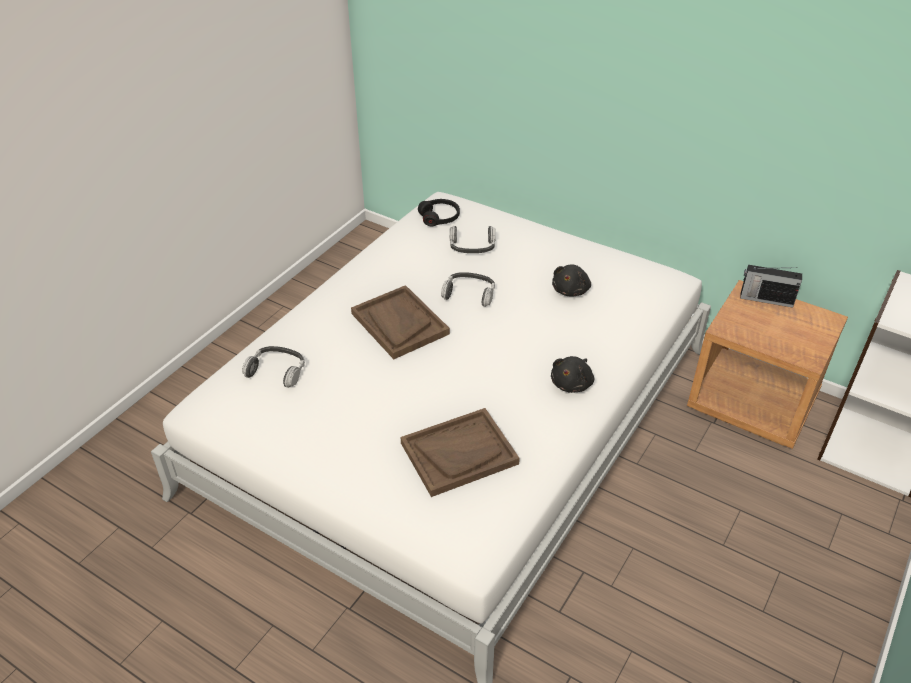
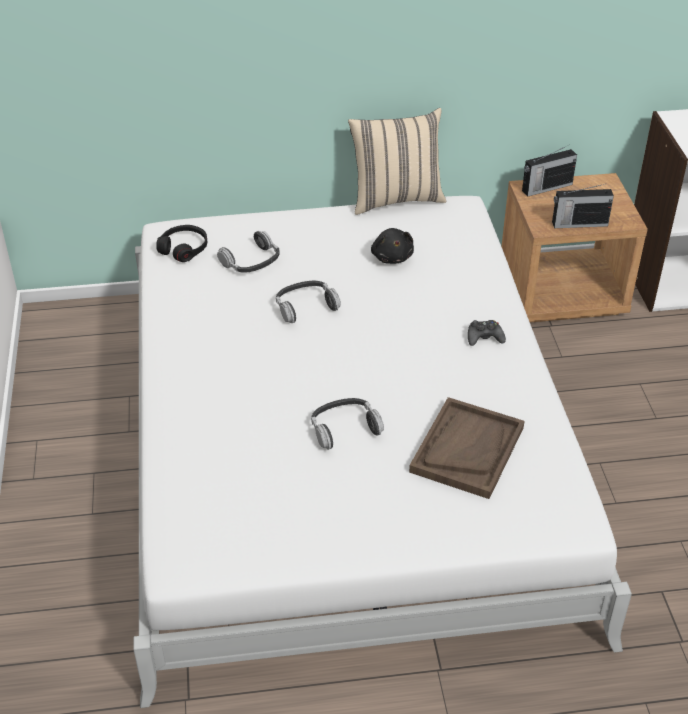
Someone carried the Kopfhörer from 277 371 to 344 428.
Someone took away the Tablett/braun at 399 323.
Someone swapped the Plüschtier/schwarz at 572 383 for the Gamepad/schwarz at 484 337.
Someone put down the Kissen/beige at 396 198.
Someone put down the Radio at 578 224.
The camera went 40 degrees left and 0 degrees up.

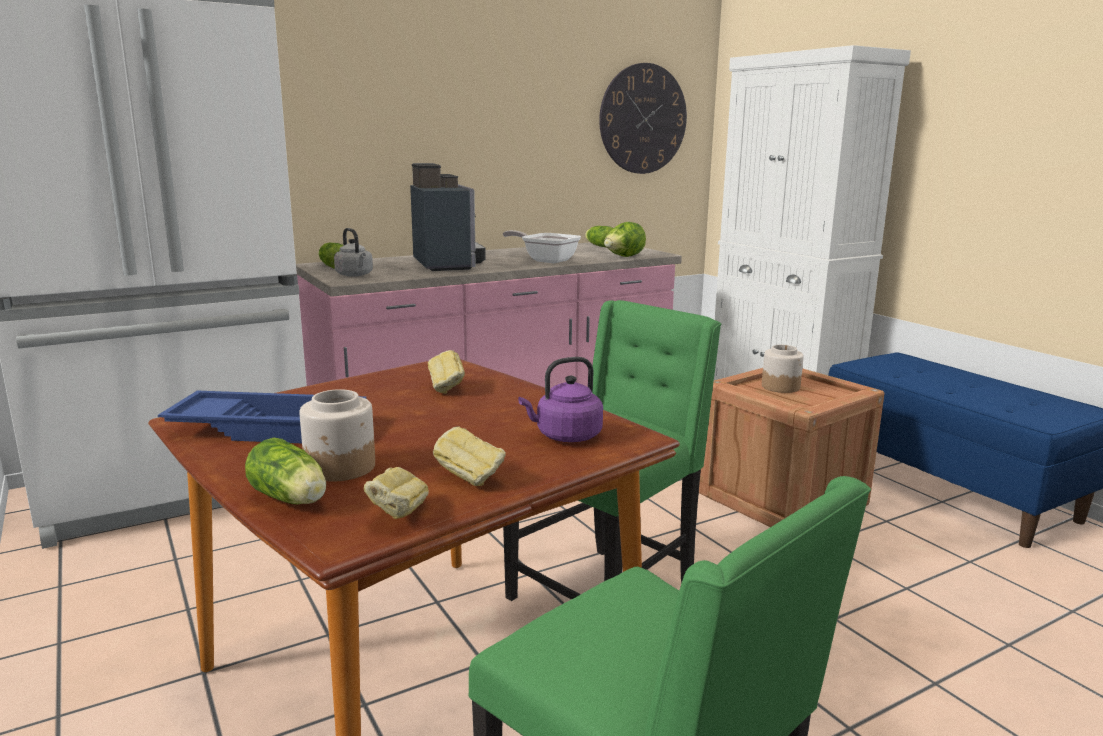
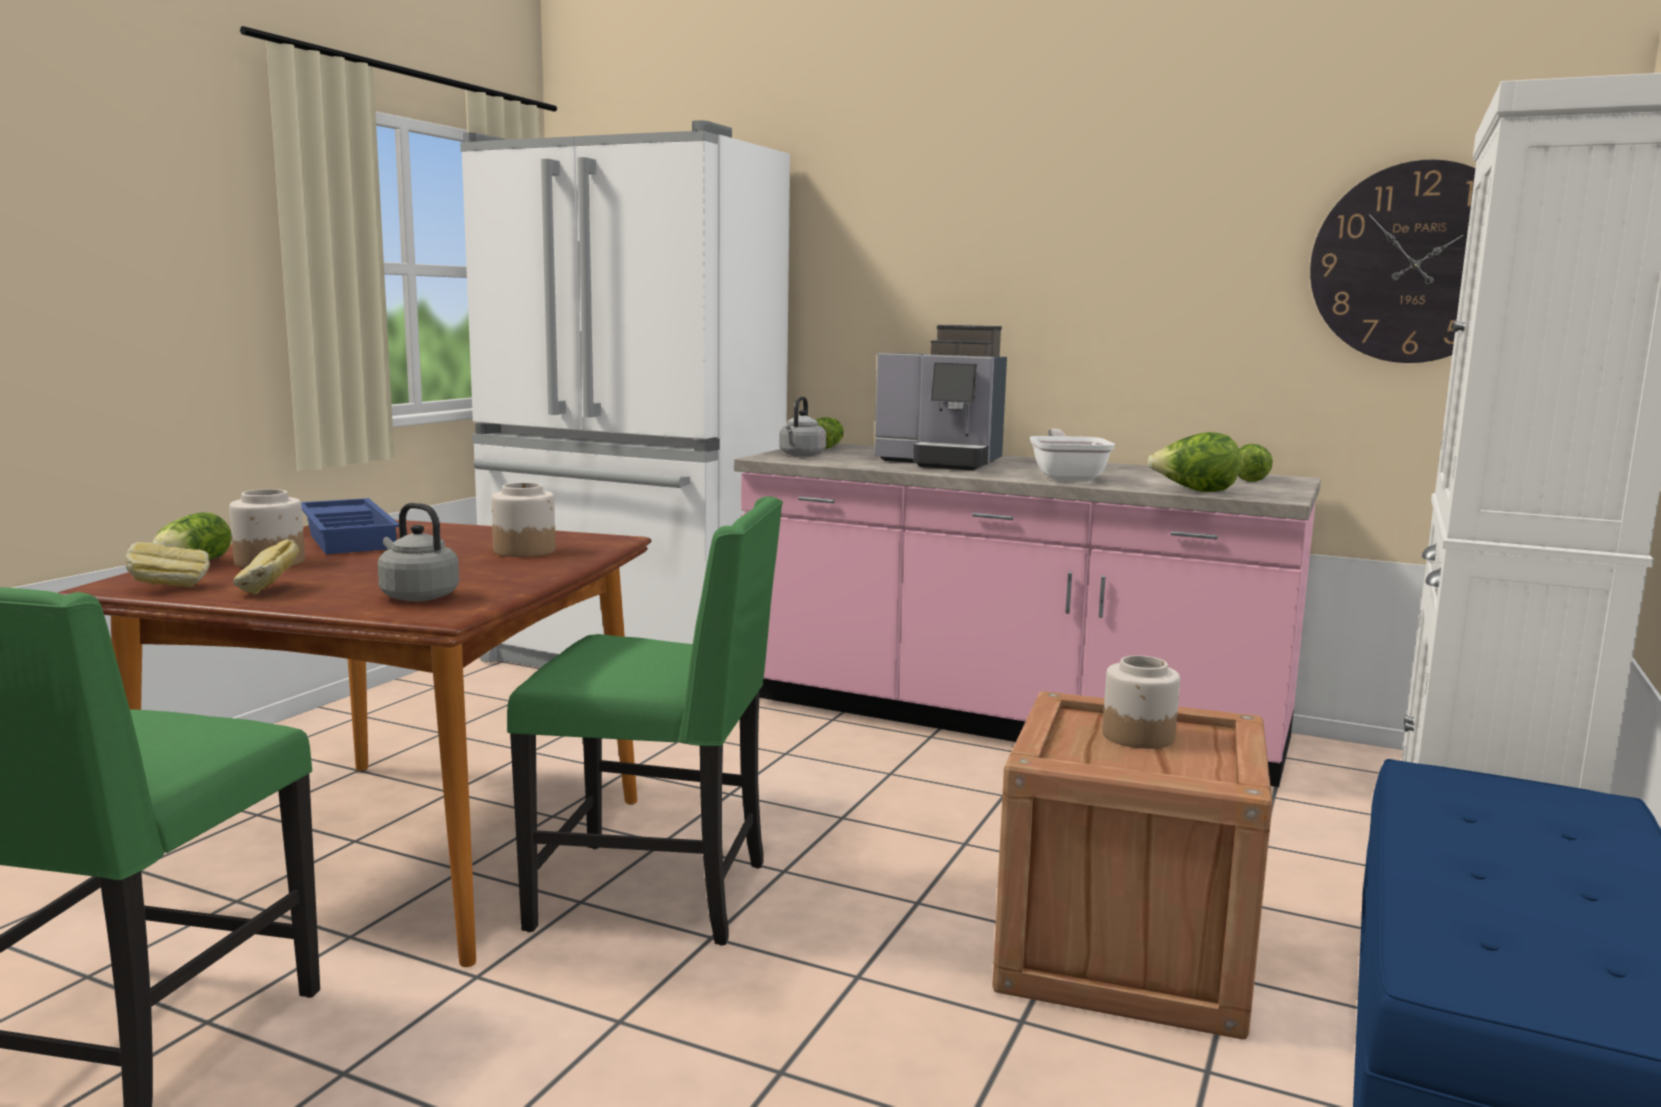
Someone rotated the Kaffeemaschine at 448 263 by 75 degrees clockwise.
Someone swapped the Brot at 446 389 for the Vorratsglas at 524 551.
Someone repainted the Wasserkessel/lila at 565 436, which became the Wasserkessel/grau at 417 596.
The camera went 55 degrees right and 5 degrees down.

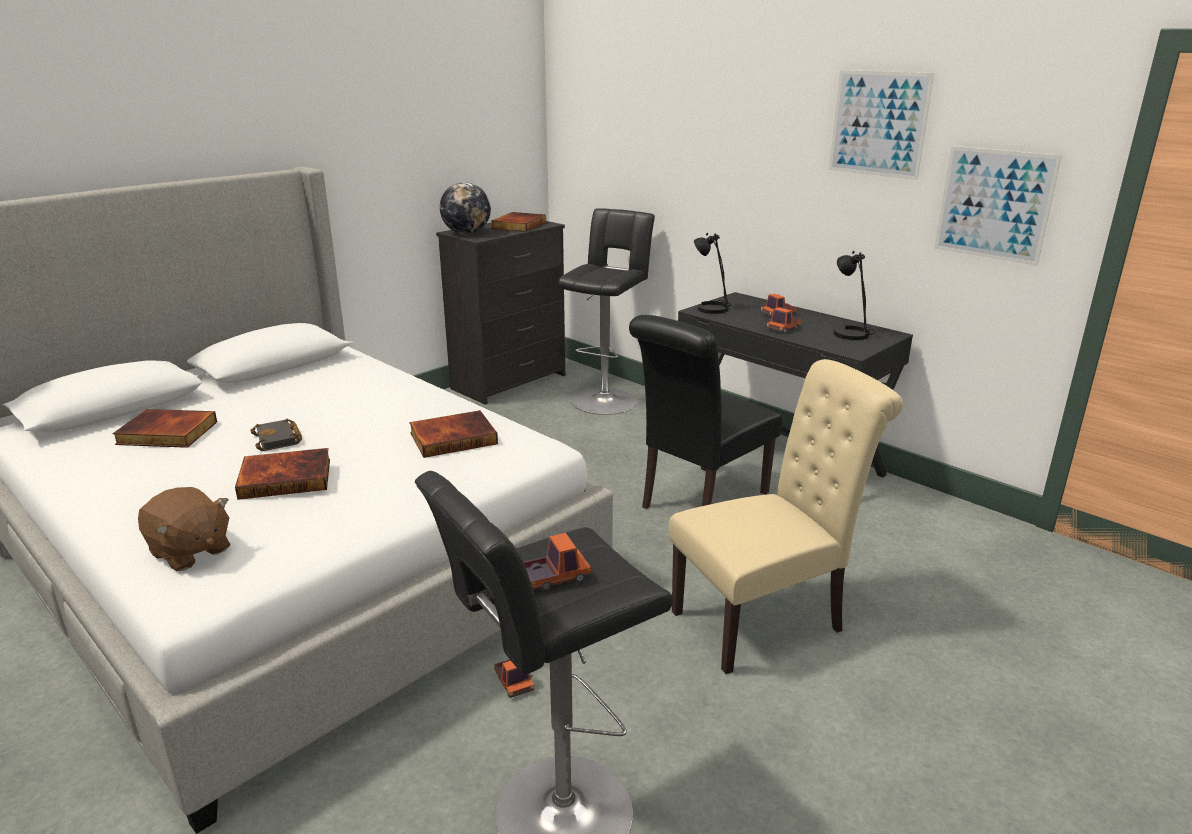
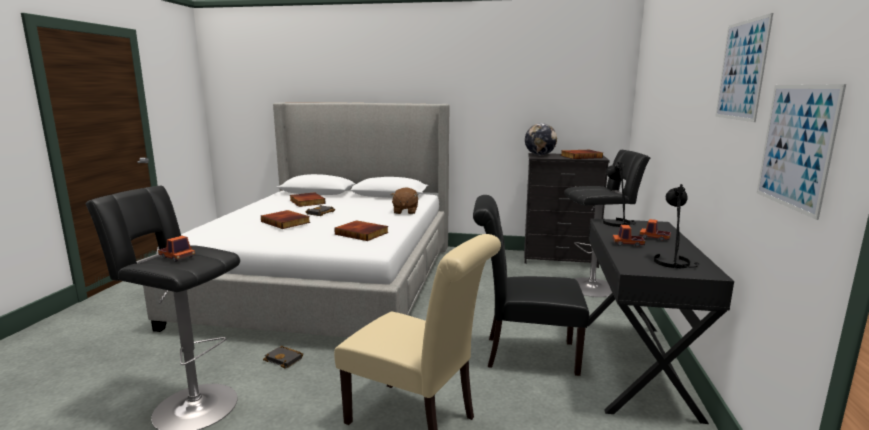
Someone carried the Plüschtier/braun from 190 552 to 405 211.
Someone swapped the Spielzeuglaster at 514 682 for the Buch/schwarz at 285 359.
The camera went 55 degrees right and 10 degrees down.

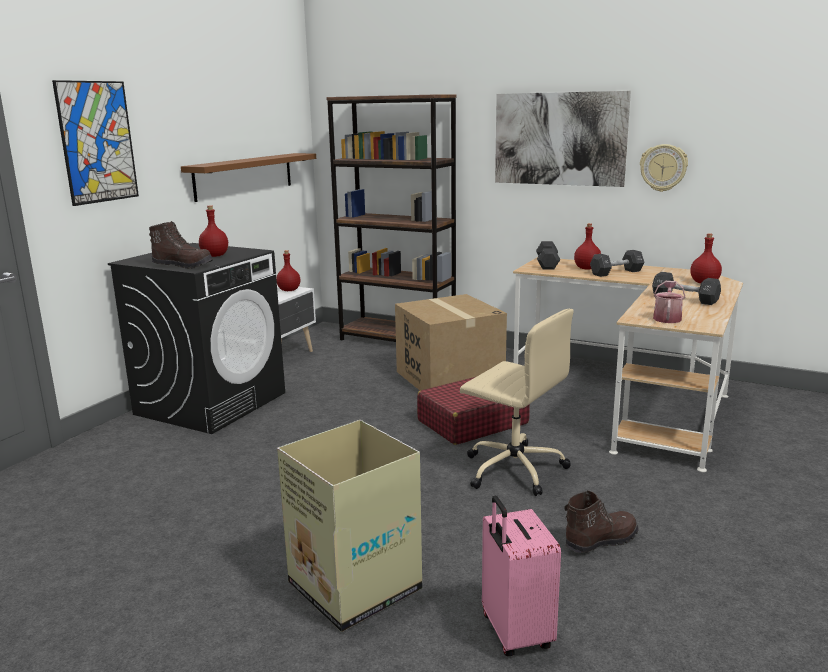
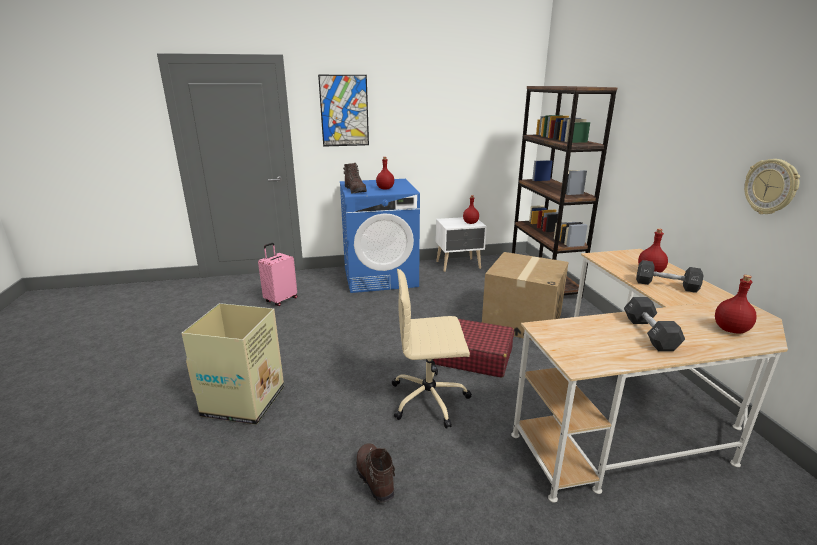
Someone repainted the Waschmaschine/schwarz at 211 403, which became the Waschmaschine/blau at 380 277.
Someone took away the Wandregal/braun at 244 176.
Someone rotated the Bürostuhl/beige at 513 469 by 90 degrees clockwise.
Someone carried the Koffer/rosa from 514 633 to 280 300.
Someone took away the Bild at 559 139.
Someone took away the Hantel/schwarz at 547 264.
Someone rotated the Stiefel/braun at 600 541 by 135 degrees counterclockwise.
Someone took away the Gießkanne at 667 318.
The camera went 50 degrees right and 5 degrees up.

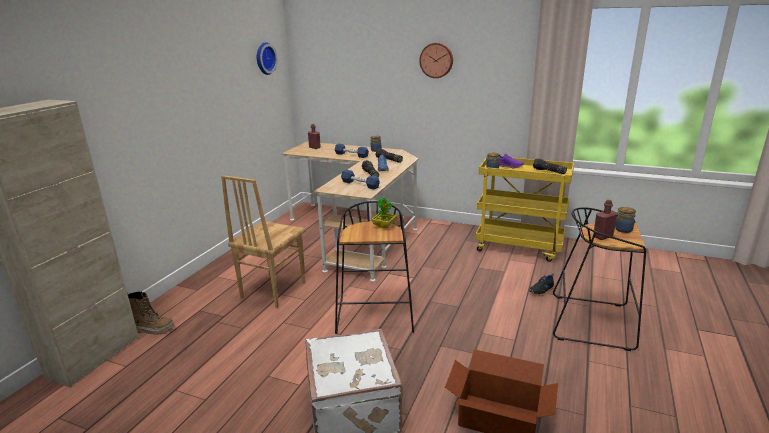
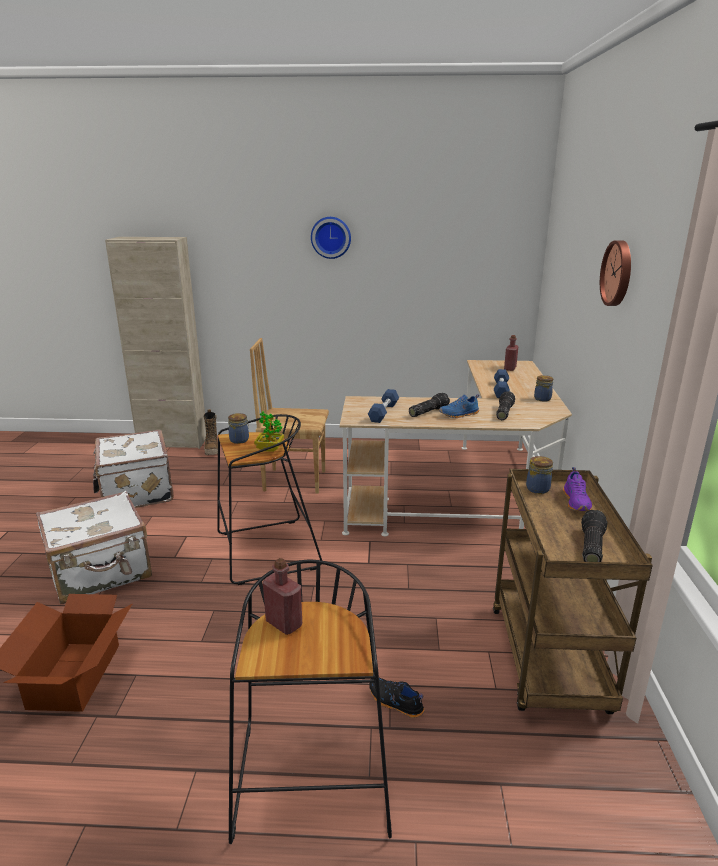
Someone carried the Wanduhr from 264 58 to 331 237.
Someone repainted the Rollwagen/gelb at 519 247, which became the Rollwagen/braun at 550 662.
Someone carried the Vorratsglas from 622 229 to 240 440.
Someone put down the Koffer/weiß at 135 492.
The camera went 70 degrees right and 0 degrees up.

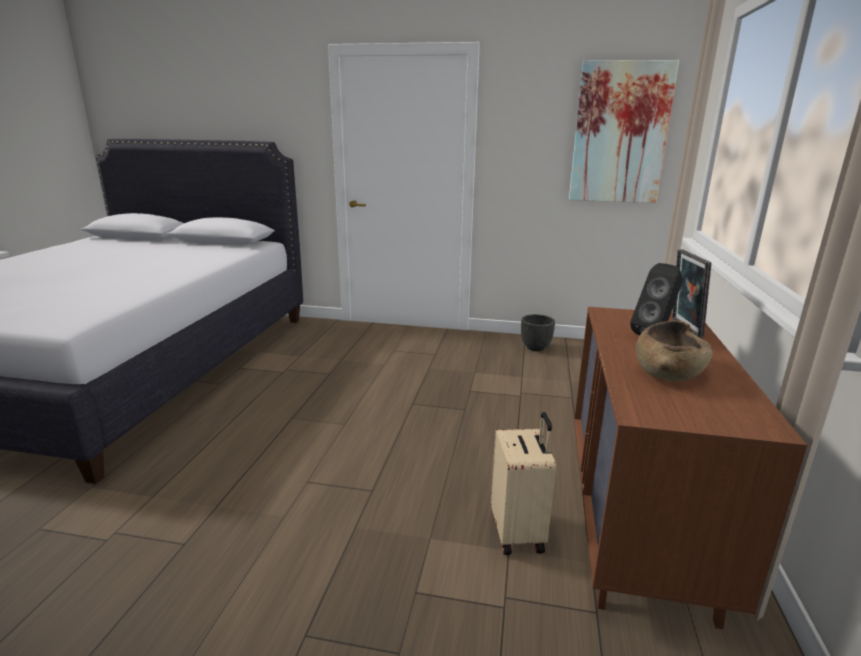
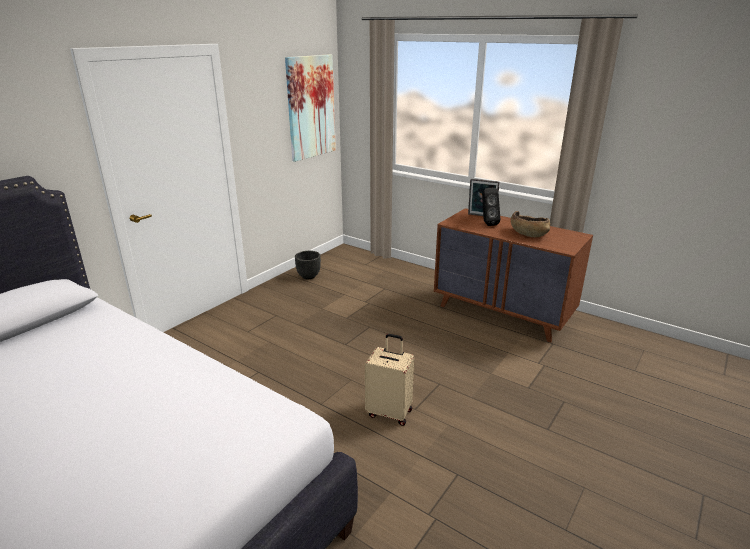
Someone carried the Koffer/beige from 519 532 to 390 412.
The camera went 65 degrees left and 5 degrees up.

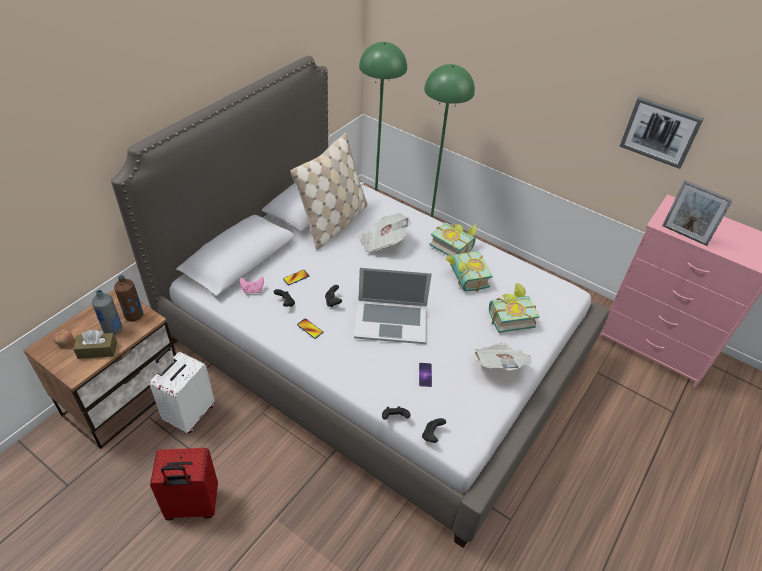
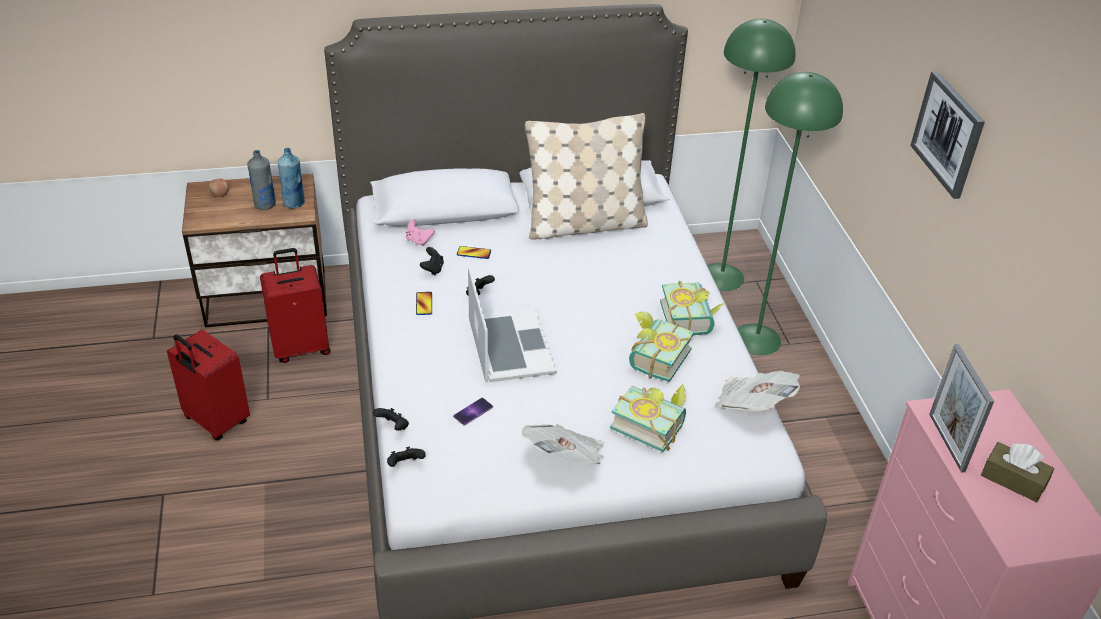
Someone carried the Taschentuchbox/braun from 97 350 to 1013 480.
Someone repainted the Flasche/braun at 134 315, which became the Flasche/blau at 294 203.
Someone repainted the Koffer/weiß at 189 414, which became the Koffer/rot at 301 347.
Someone rotated the Laptop at 391 321 by 150 degrees counterclockwise.
Someone carried the Zeitung from 382 242 to 753 405.
Someone carried the Bild from 660 132 to 948 134.
The camera went 45 degrees right and 5 degrees down.

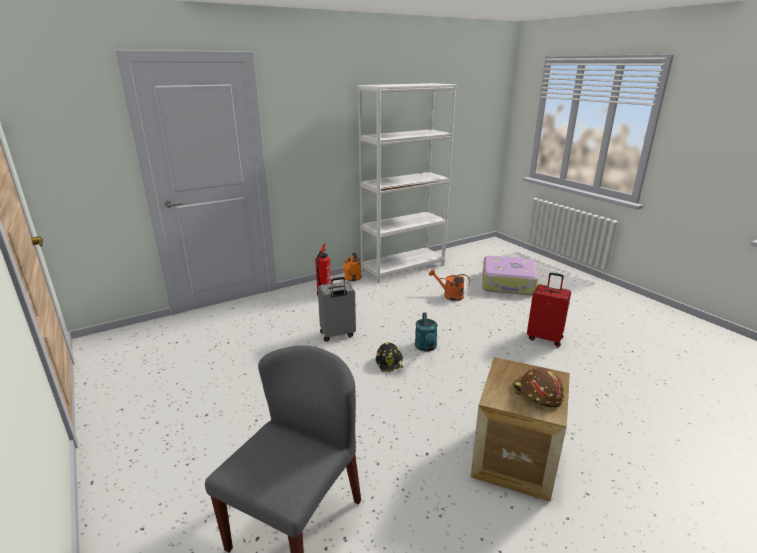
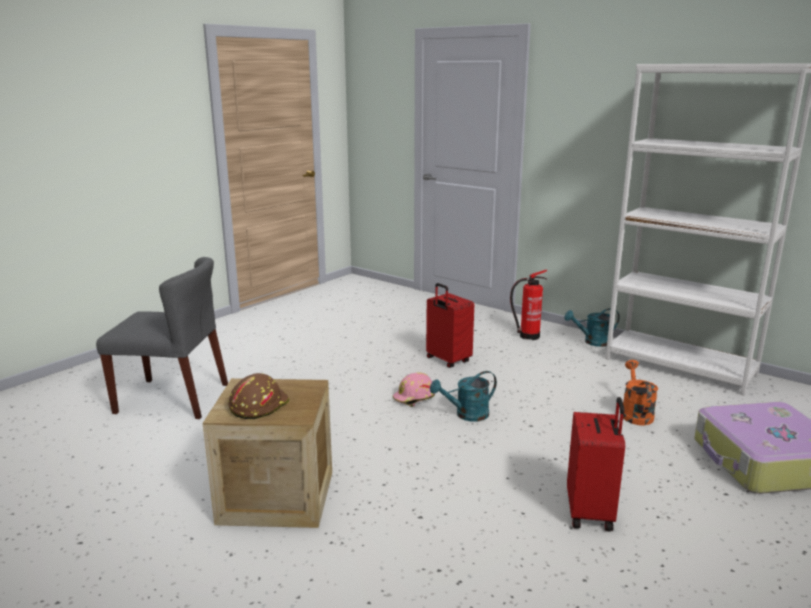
Someone repainted the Koffer/grau at 337 334, which became the Koffer/rot at 447 360.
Someone repainted the Gießkanne/orange at 352 279, which became the Gießkanne/türkis at 592 342.
Someone repainted the Schutzhelm/schwarz at 390 362, which became the Schutzhelm/rosa at 414 398.
The camera went 70 degrees right and 5 degrees down.

